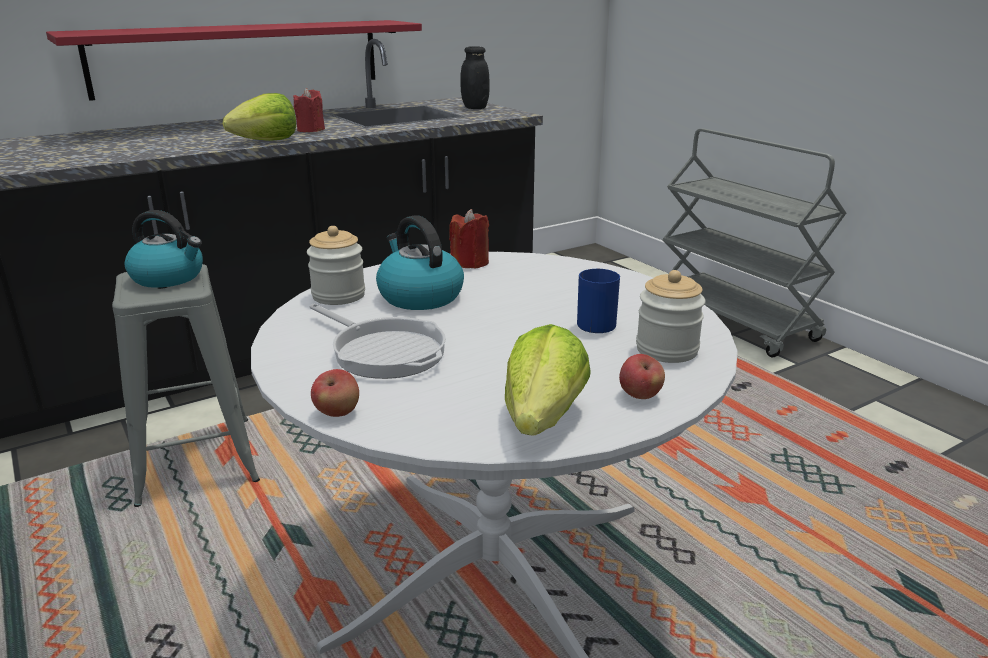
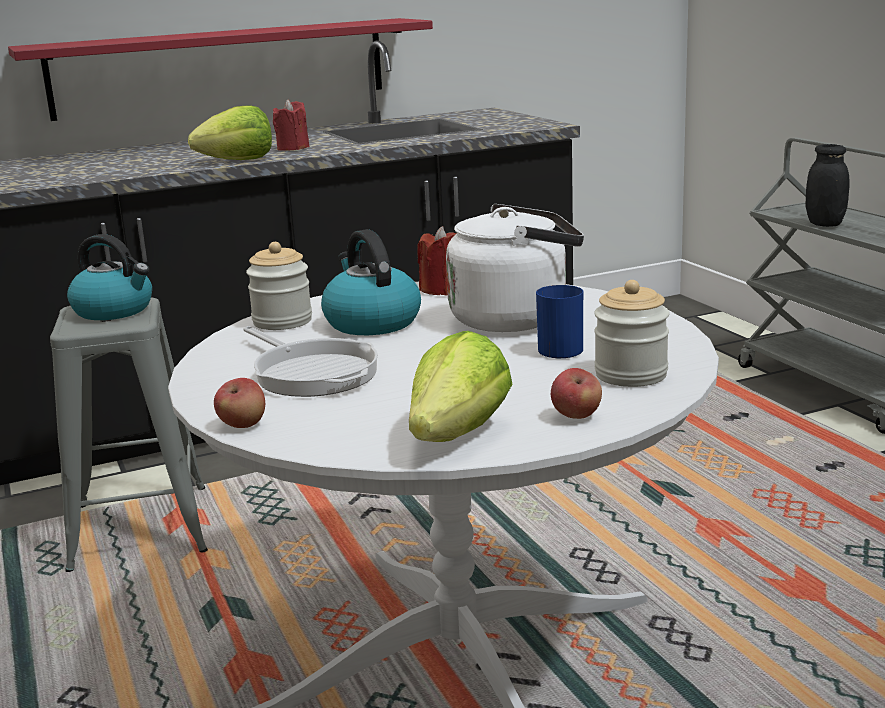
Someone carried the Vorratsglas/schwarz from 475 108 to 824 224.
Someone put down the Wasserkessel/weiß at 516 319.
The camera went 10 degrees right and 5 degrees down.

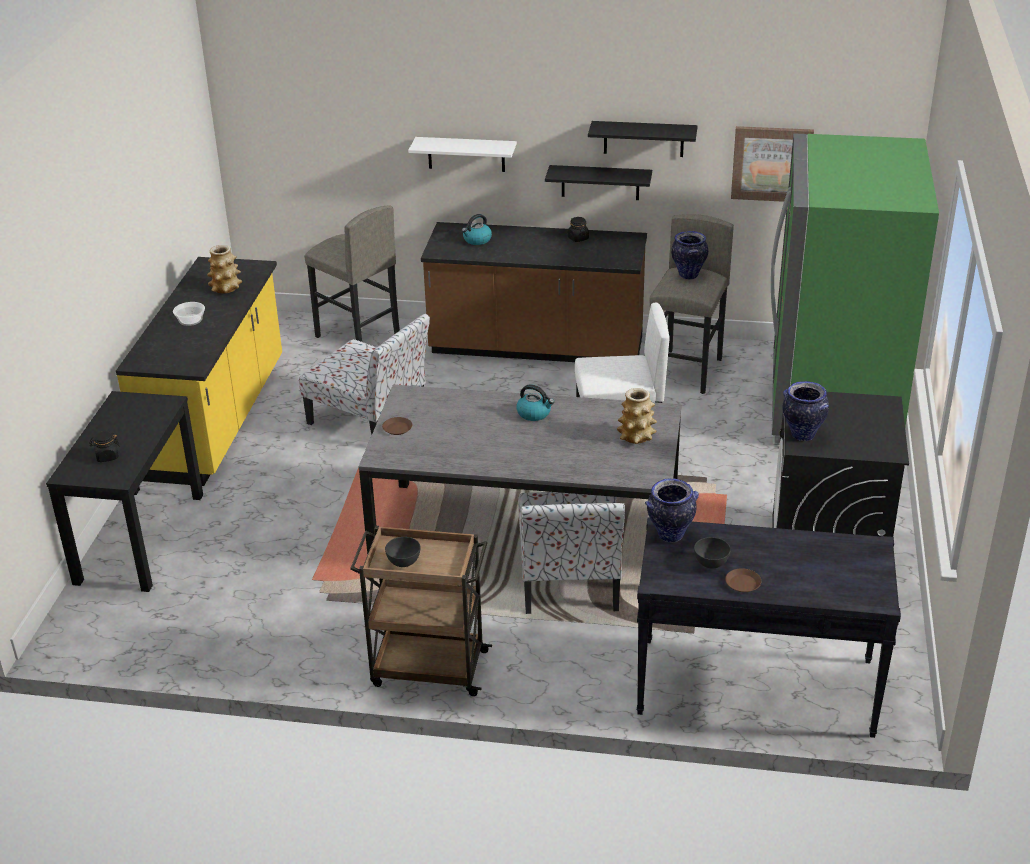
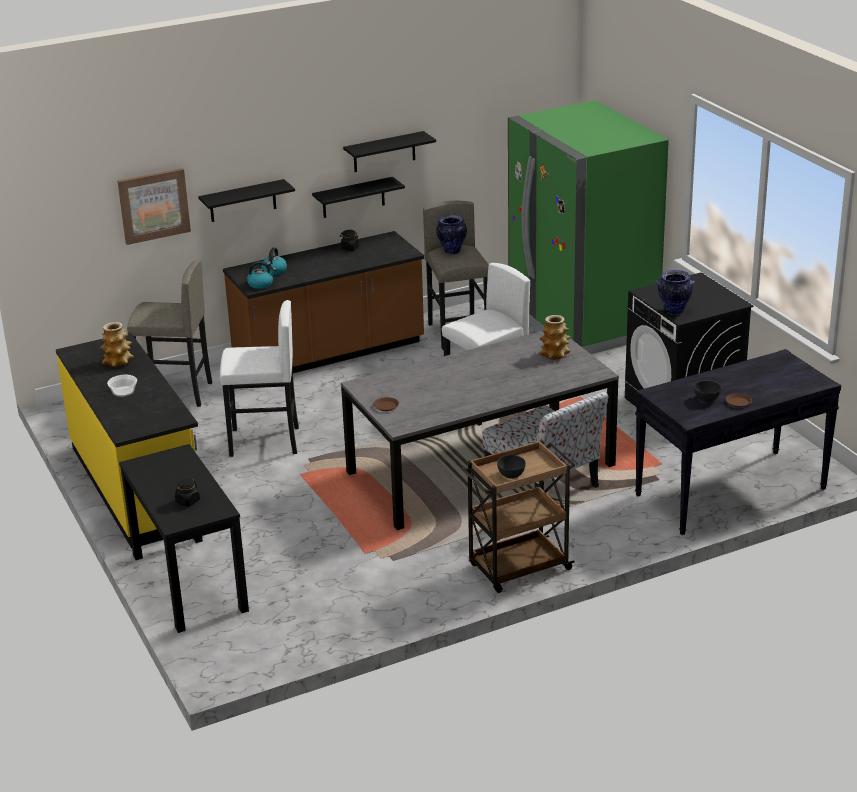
Someone swapped the Stuhl at 370 419 for the Hocker/weiß at 264 442.
Someone repainted the Wandregal/weiß at 466 154, which became the Wandregal/schwarz at 242 201.
Someone carried the Wasserkessel from 534 413 to 261 284.
Someone took away the Vase at 670 535.
Someone carried the Bild from 771 163 to 153 205.
The camera went 35 degrees left and 5 degrees down.

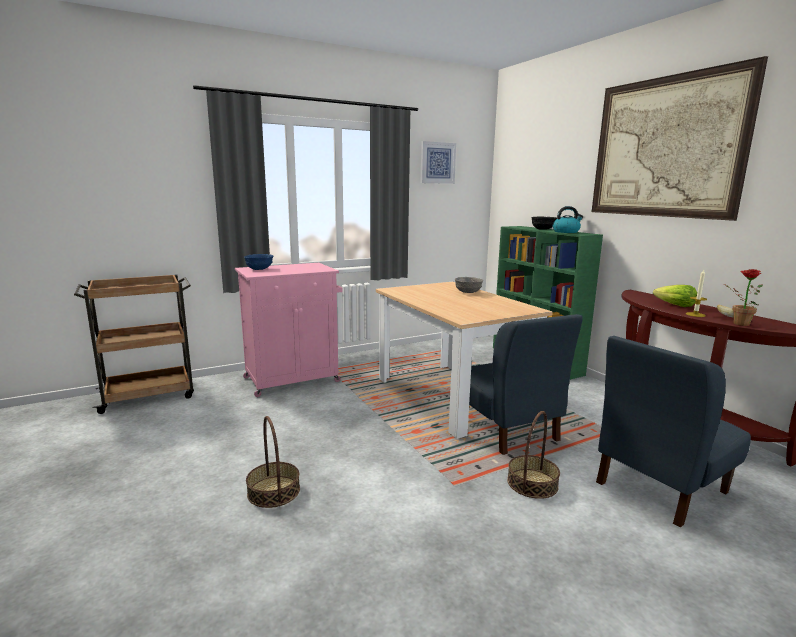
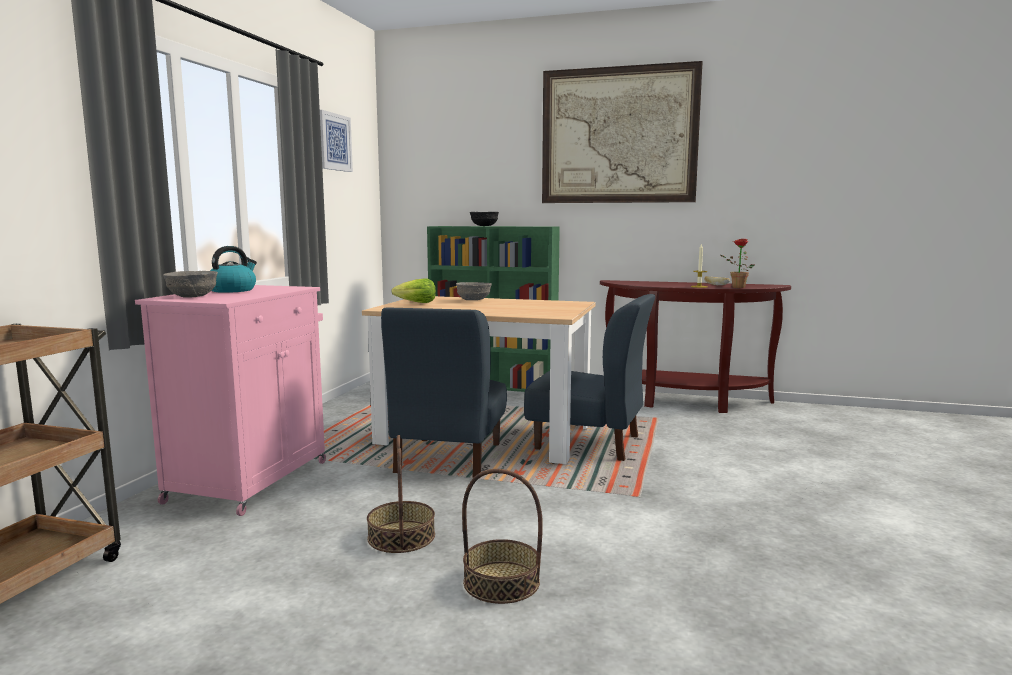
Someone repainted the Schüssel/blau at 260 269, which became the Schüssel/grau at 193 296.
Someone carried the Korb from 532 483 to 401 536.
Someone carried the Wasserkessel from 566 232 to 232 290.
Someone carried the Stuhl/blau from 659 487 to 448 458.
Someone carried the Salatkopf from 674 305 to 416 303.
The camera went 45 degrees left and 5 degrees down.

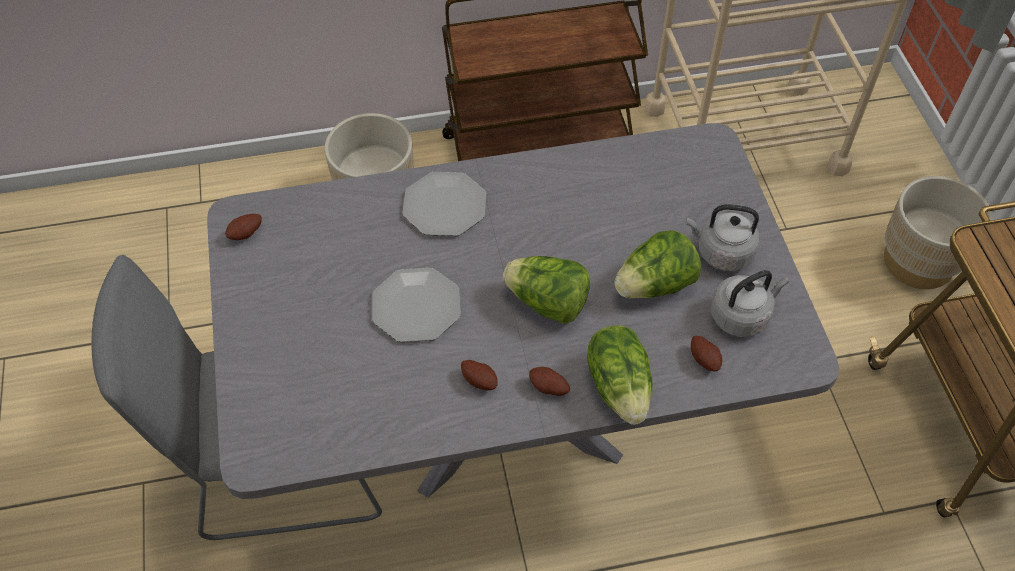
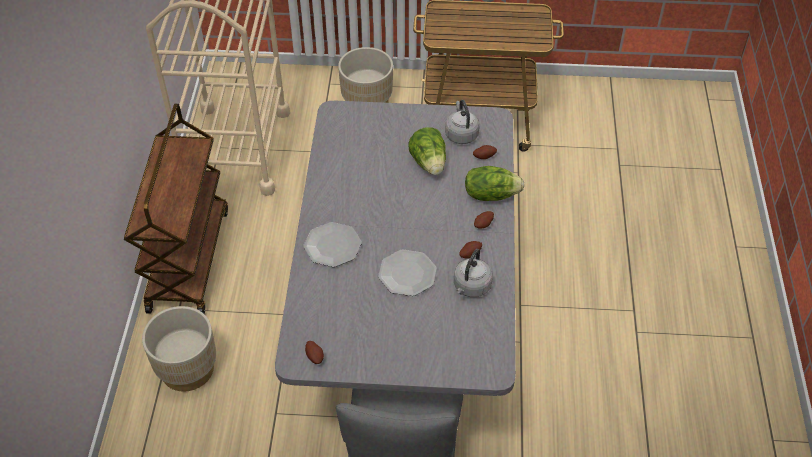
Someone took away the Salatkopf at 547 303.
Someone carried the Wasserkessel/grau from 721 253 to 471 287.
The camera went 75 degrees left and 5 degrees down.

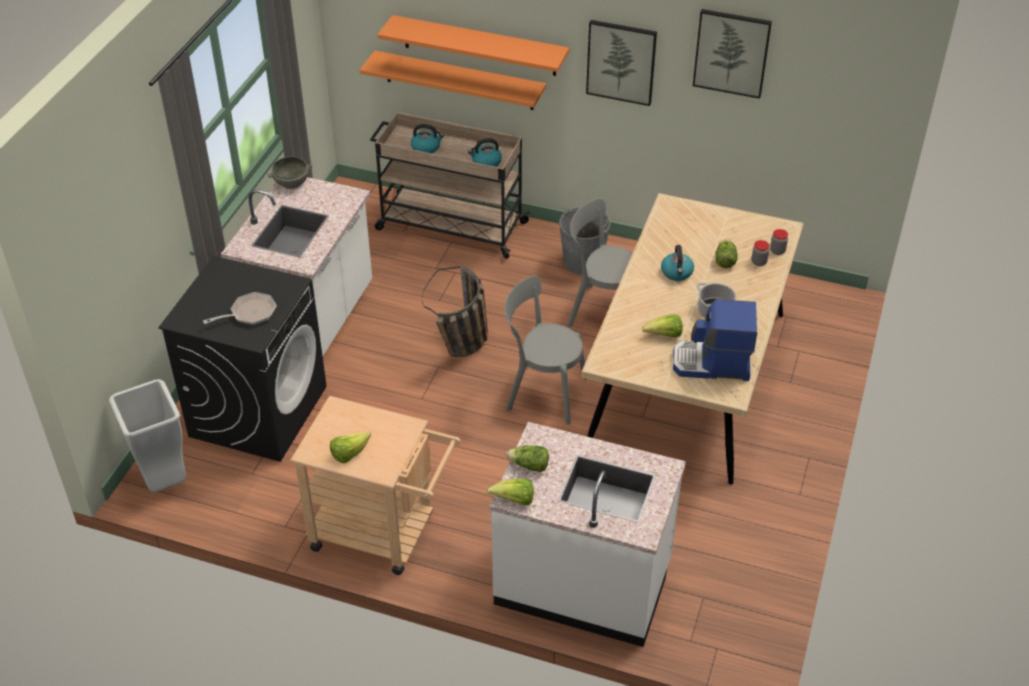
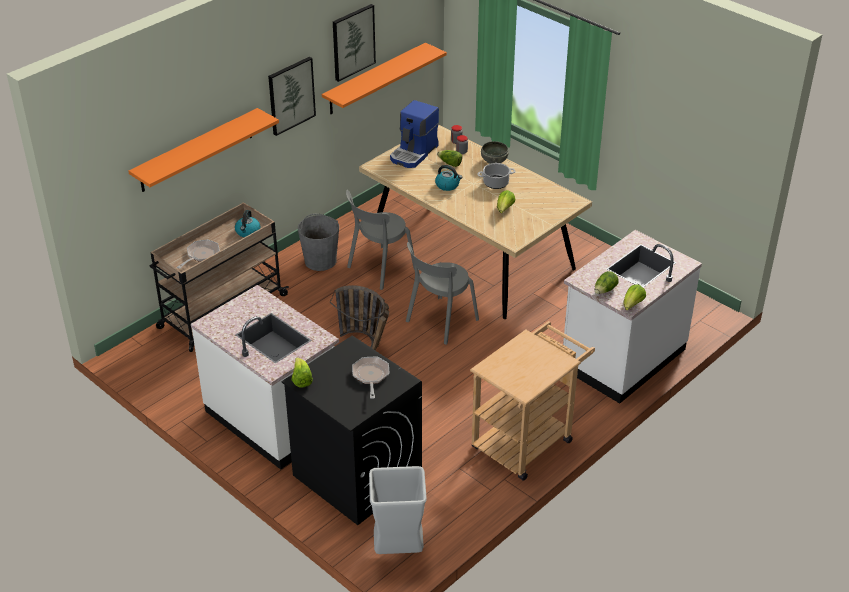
Someone carried the Schüssel/grau from 291 182 to 493 161.
Someone carried the Salatkopf from 349 454 to 301 380.
Someone carried the Wandregal/orange from 459 80 to 375 79.
Someone swapped the Wasserkessel at 426 148 for the Pfanne at 201 255.
Someone carried the Kaffeemaschine from 712 364 to 414 153.
The camera went 65 degrees left and 5 degrees down.

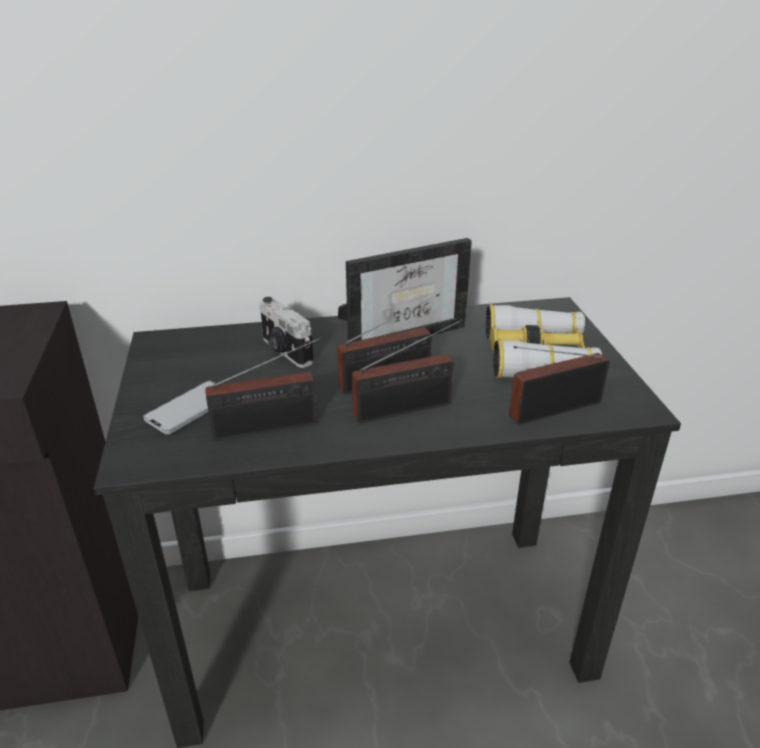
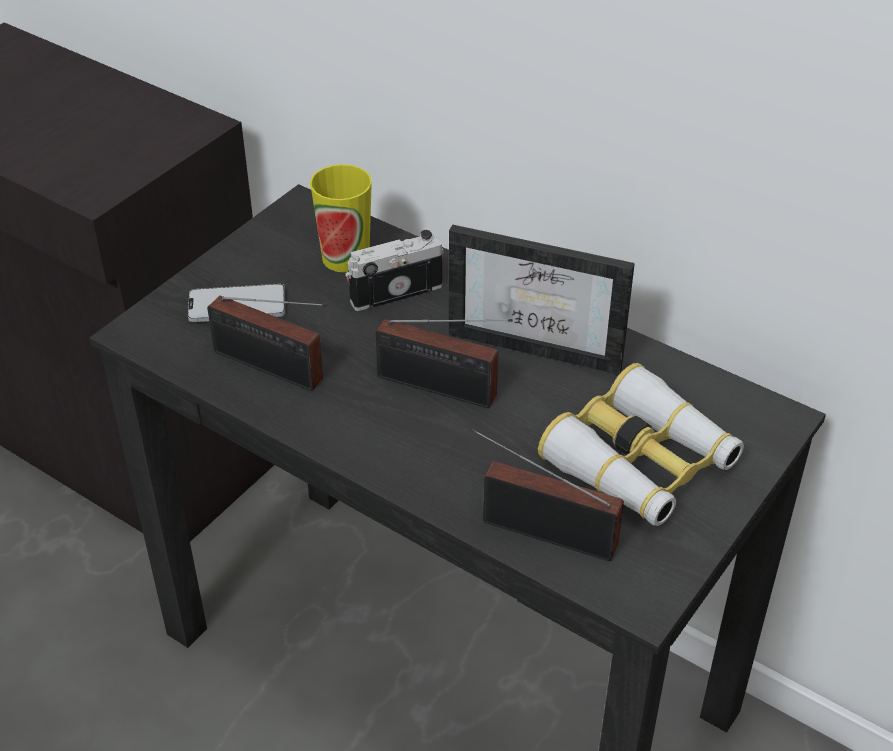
Someone rotated the Kamera at 285 351 by 60 degrees clockwise.
Someone took away the Radio at 408 409.
Someone put down the Tasse at 345 257.
The camera went 45 degrees right and 10 degrees up.

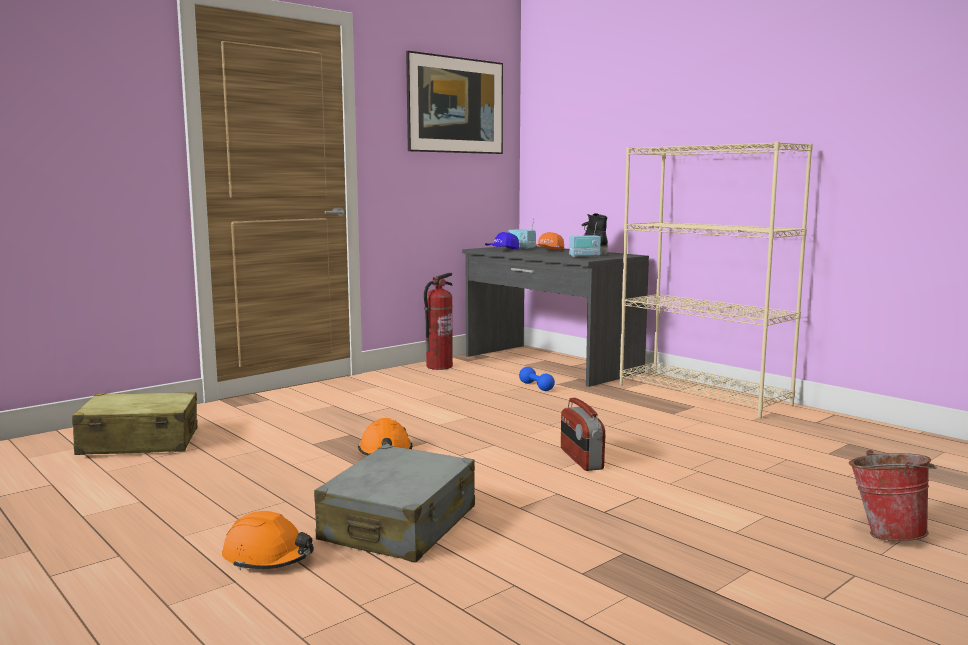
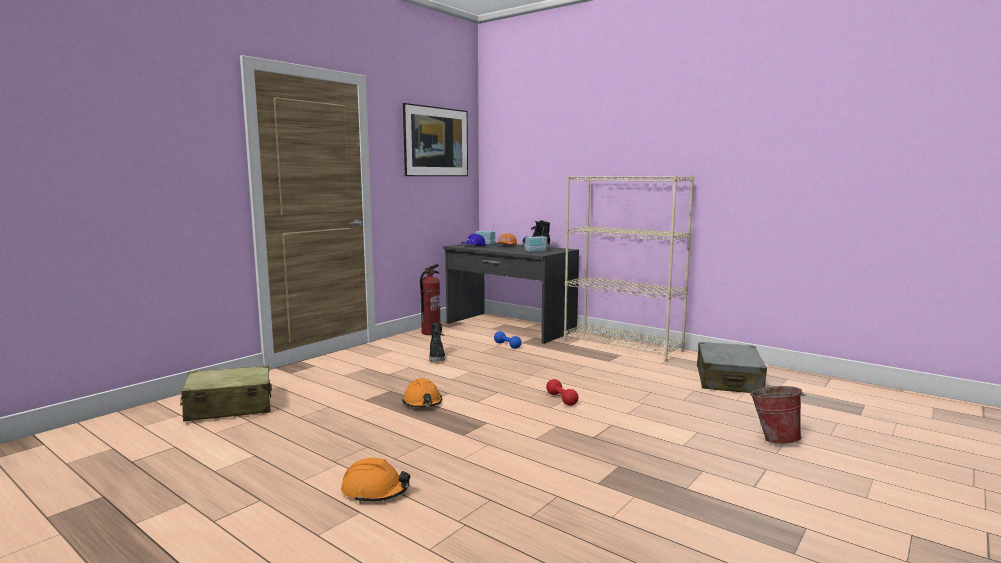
Someone carried the Koffer/grau from 399 525 to 728 380.
Someone swapped the Radio at 580 459 for the Hantel/rot at 561 399.
Someone put down the Stiefel/schwarz at 437 357.
The camera went 10 degrees left and 0 degrees up.

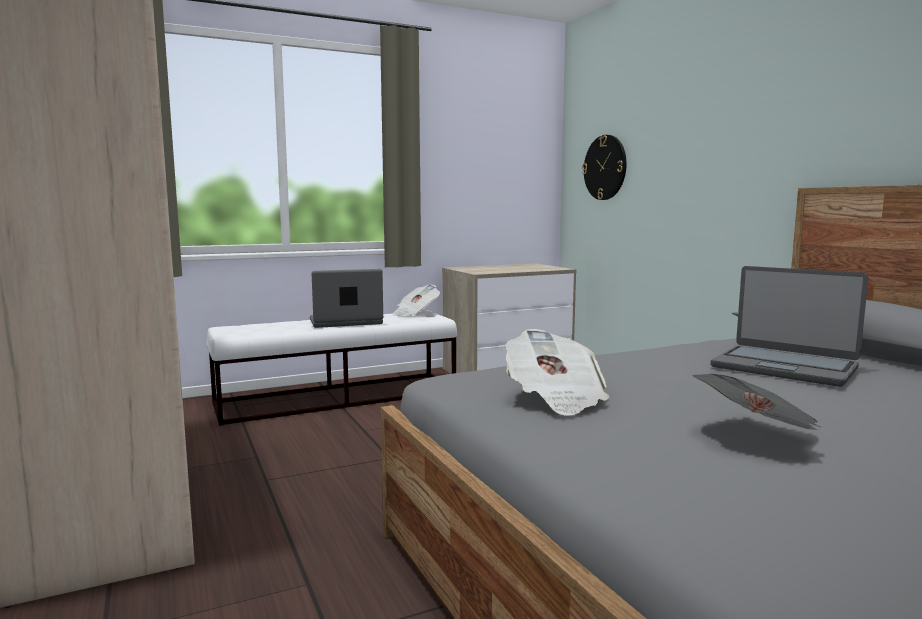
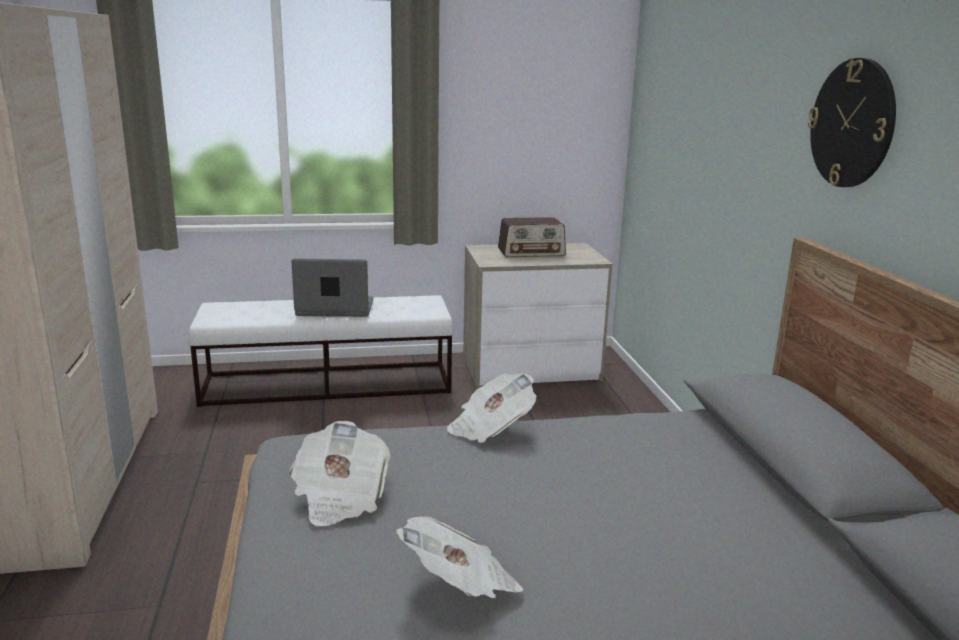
Someone carried the Zeitung from 415 313 to 490 428.
Someone carried the Wanduhr from 605 167 to 852 123.
Someone took away the Laptop at 784 367.
Someone put down the Radio at 531 252.
The camera went 15 degrees right and 10 degrees up.

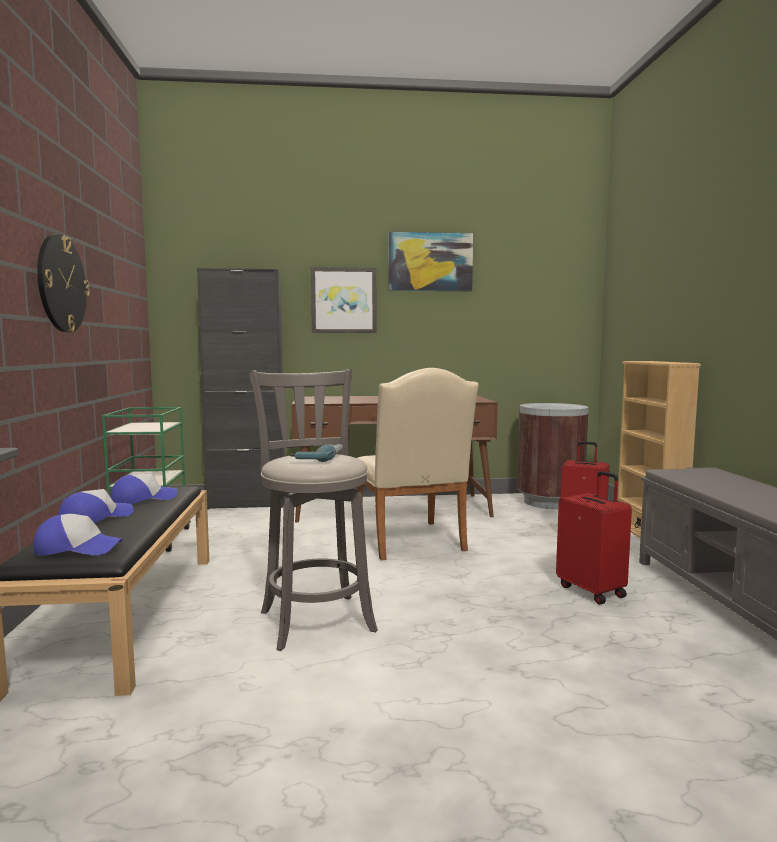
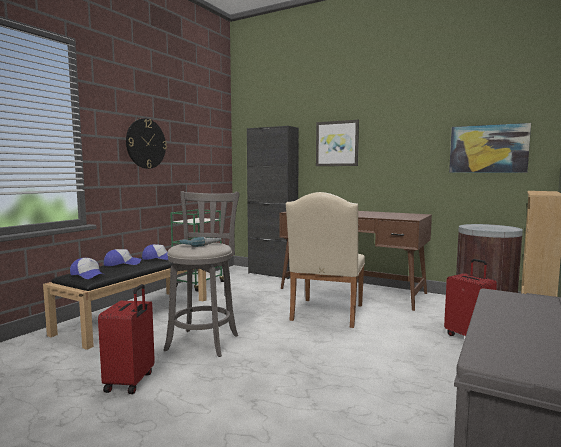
Someone carried the Bild from 430 262 to 488 149.
Someone carried the Koffer/rot from 592 591 to 131 382.
The camera went 35 degrees right and 0 degrees up.

